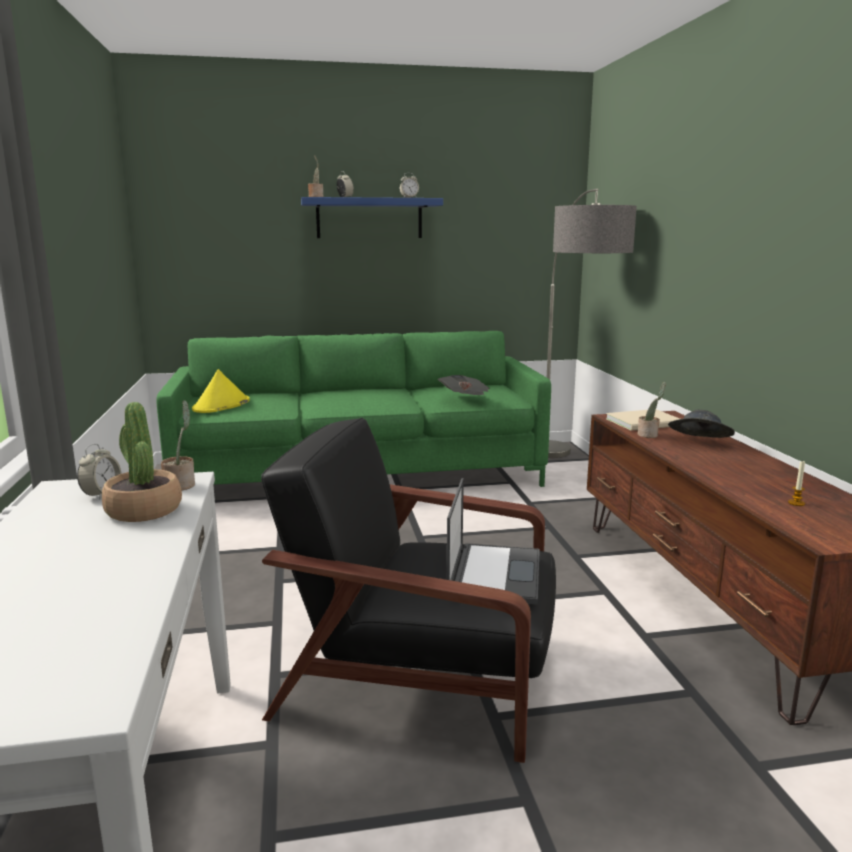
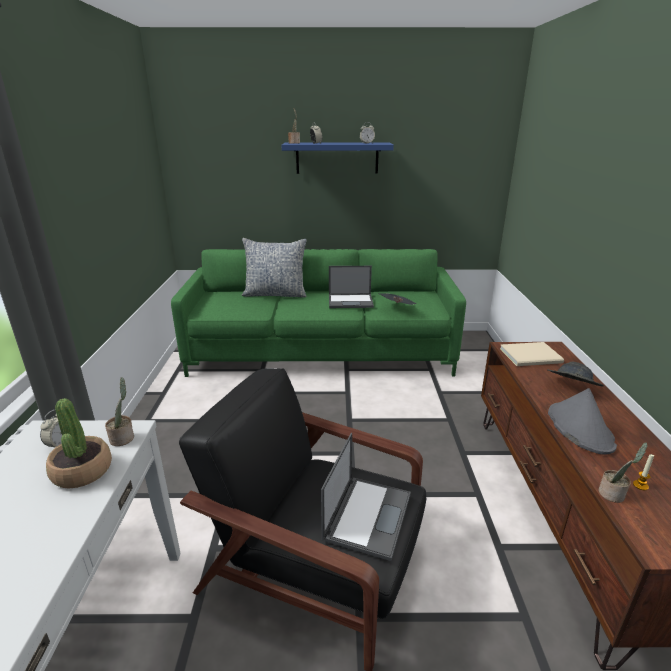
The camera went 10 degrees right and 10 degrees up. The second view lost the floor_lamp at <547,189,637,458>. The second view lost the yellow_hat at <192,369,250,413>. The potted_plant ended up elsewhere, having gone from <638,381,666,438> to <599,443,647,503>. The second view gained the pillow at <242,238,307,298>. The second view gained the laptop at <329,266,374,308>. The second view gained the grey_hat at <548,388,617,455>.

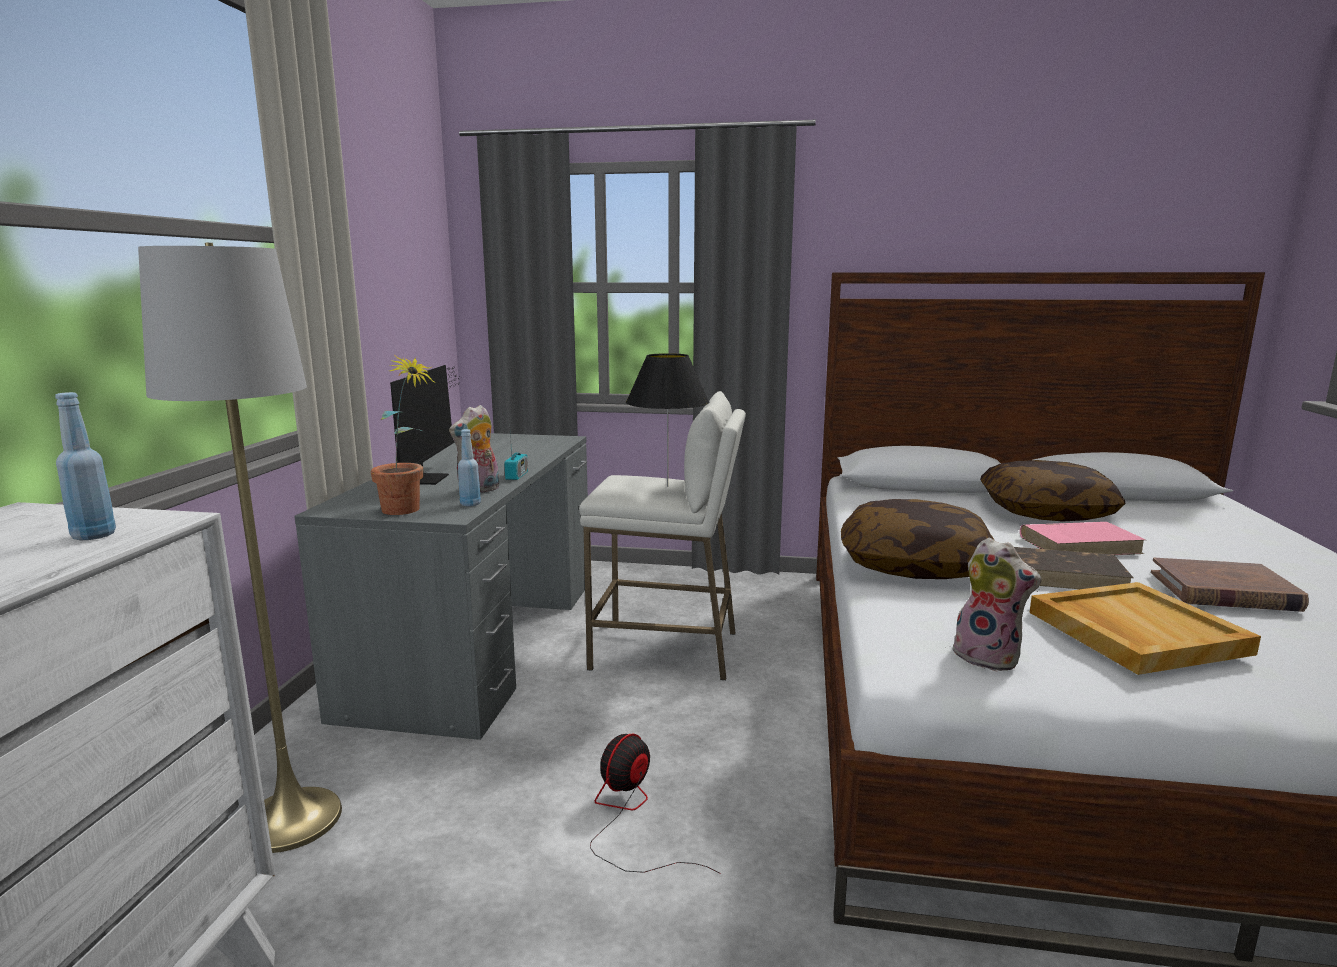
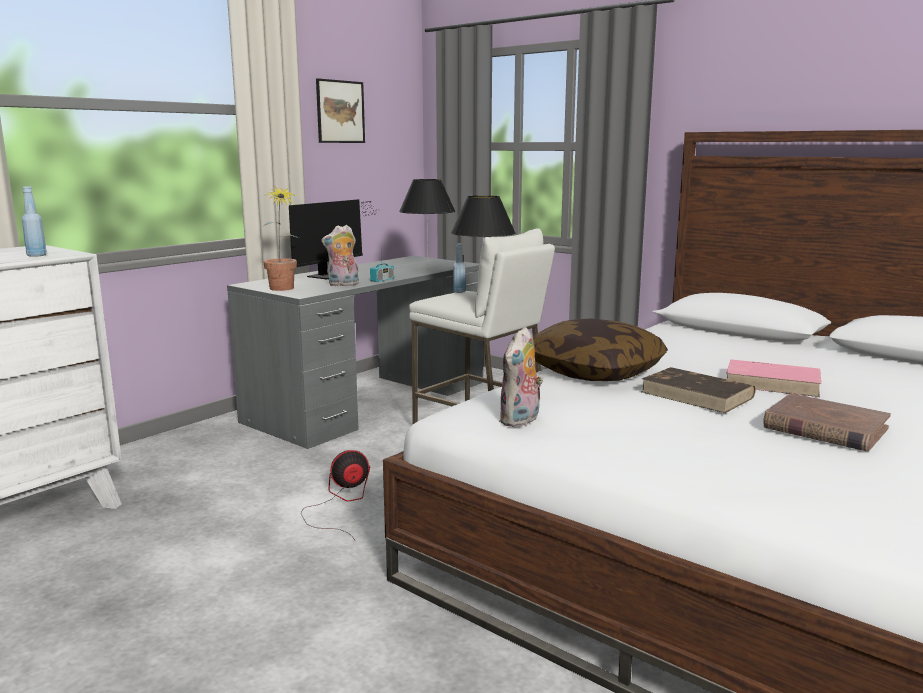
The camera went 30 degrees right and 0 degrees up. The second view lost the grey_floor_lamp at <138,243,342,853>. The blue_bottle ended up elsewhere, having gone from <458,429,481,506> to <453,244,466,293>. The second view lost the pillow at <980,460,1125,522>. The plush_toy at <948,538,1041,671> ended up facing another way, 45 degrees clockwise from before. The second view lost the beige_tray at <1029,582,1261,675>. The second view gained the picture at <316,78,365,143>. The second view gained the black_table_lamp at <399,179,456,256>.

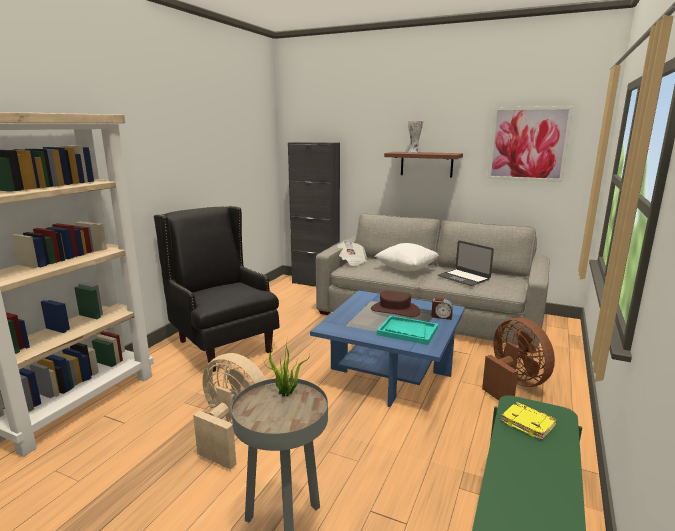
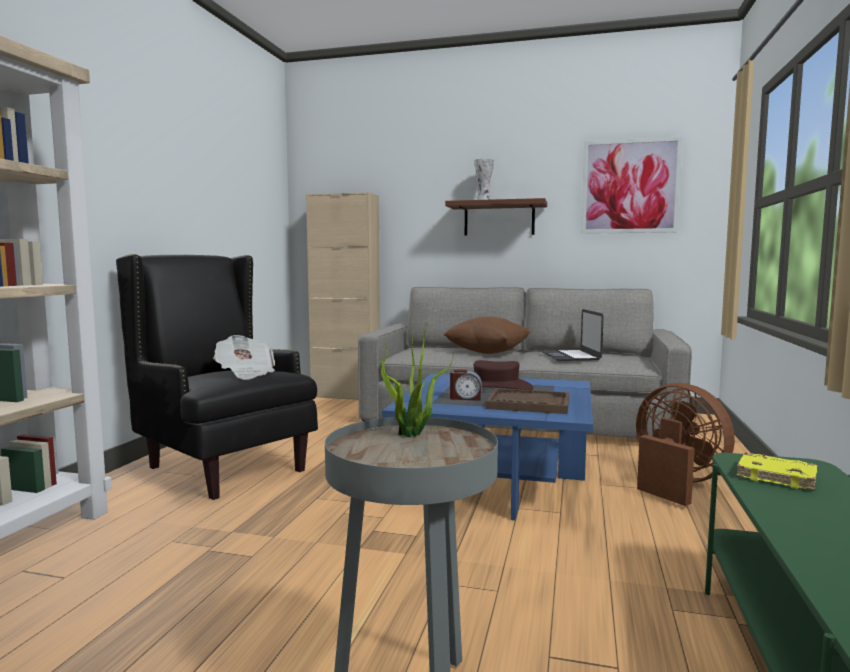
The camera went 10 degrees left and 10 degrees down. What was the black_cabinet at <288,142,340,287> turned into the beige_cabinet at <306,192,380,400>. The newspaper ended up elsewhere, having gone from <338,241,367,266> to <214,335,275,380>. The laptop at <438,241,494,286> ended up facing another way, 45 degrees clockwise from before. What was the white_pillow at <375,243,439,271> turned into the brown_pillow at <444,317,530,354>. The alarm_clock ended up elsewhere, having gone from <431,298,453,320> to <450,369,482,400>. What was the turquoise_tray at <377,315,438,345> turned into the brown_tray at <486,388,569,414>. The second view lost the beige_fan at <193,353,266,470>.

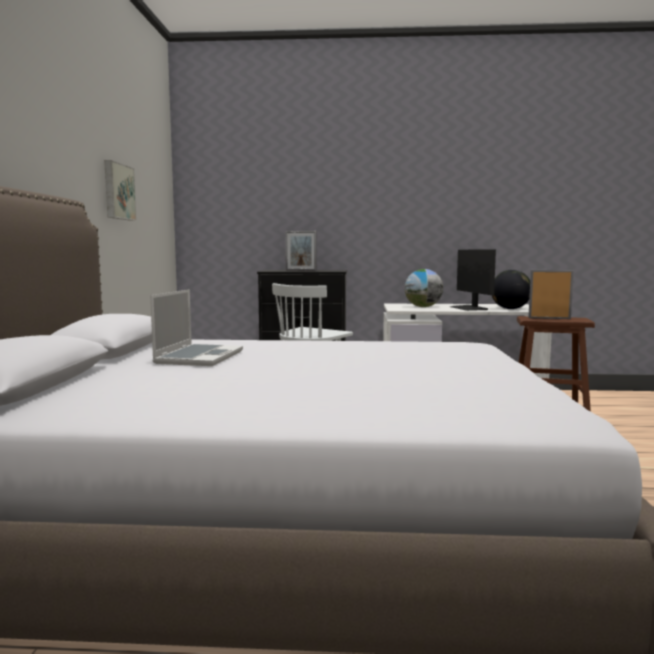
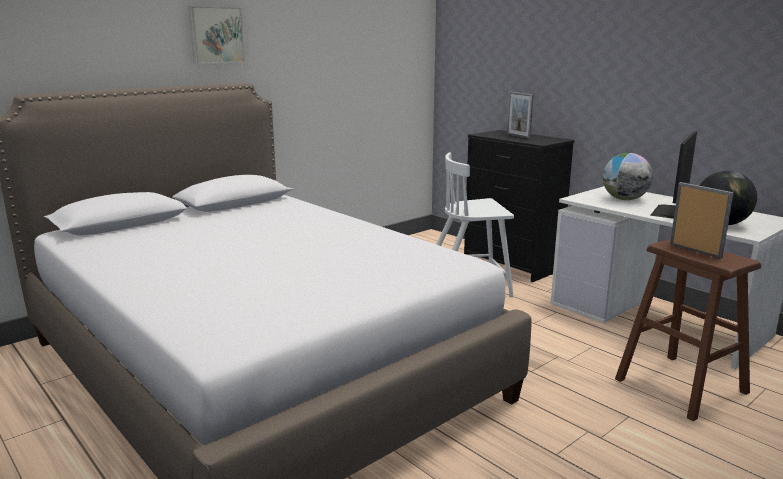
The camera went 45 degrees right and 10 degrees up. The picture ended up elsewhere, having gone from <104,160,137,221> to <188,6,245,64>. The second view lost the laptop at <150,289,243,366>.

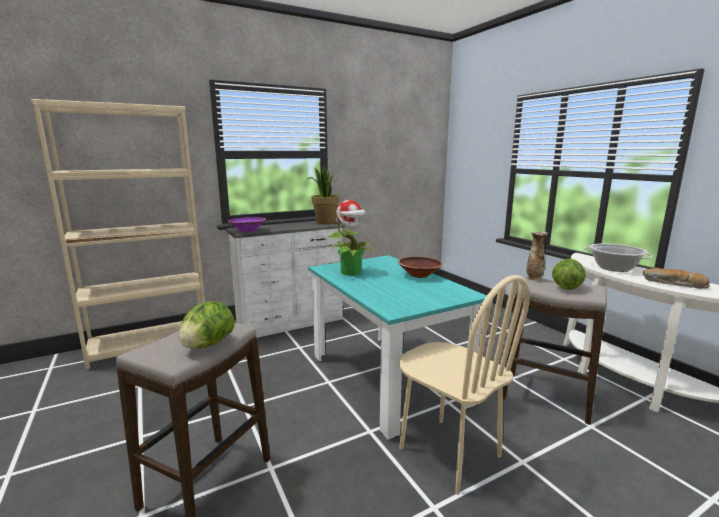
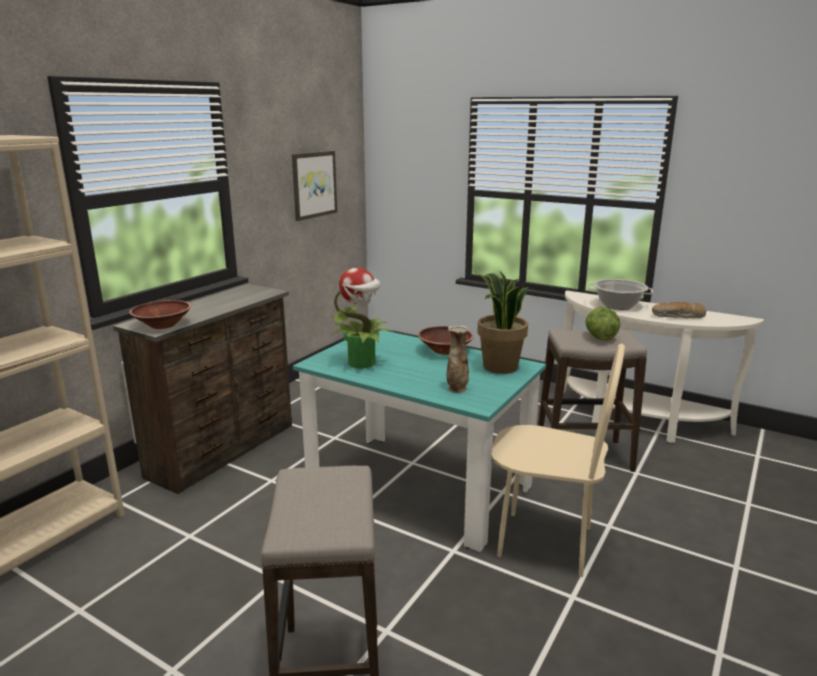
The camera went 30 degrees left and 5 degrees up. The potted_plant ended up elsewhere, having gone from <308,167,339,224> to <475,271,529,374>. What was the purple_bowl at <228,217,266,232> turned into the brown_bowl at <129,300,192,329>. What was the white_dresser at <226,221,345,338> turned into the brown_dresser at <113,284,292,494>. The vase ended up elsewhere, having gone from <527,231,548,281> to <447,325,469,393>. The second view lost the lettuce at <179,301,235,349>. The second view gained the picture at <292,151,337,221>.

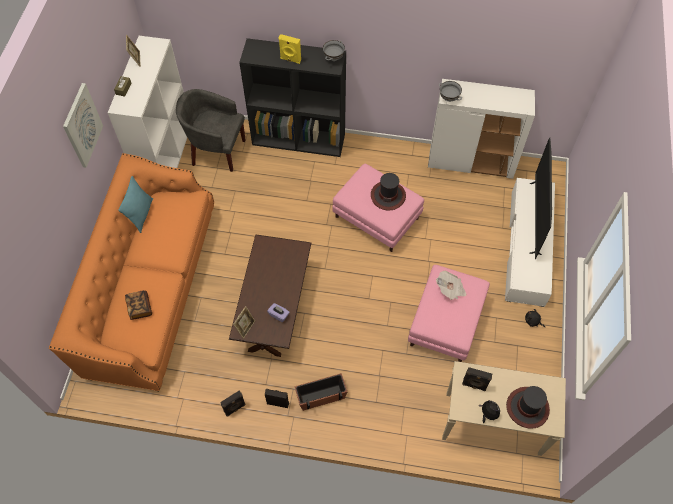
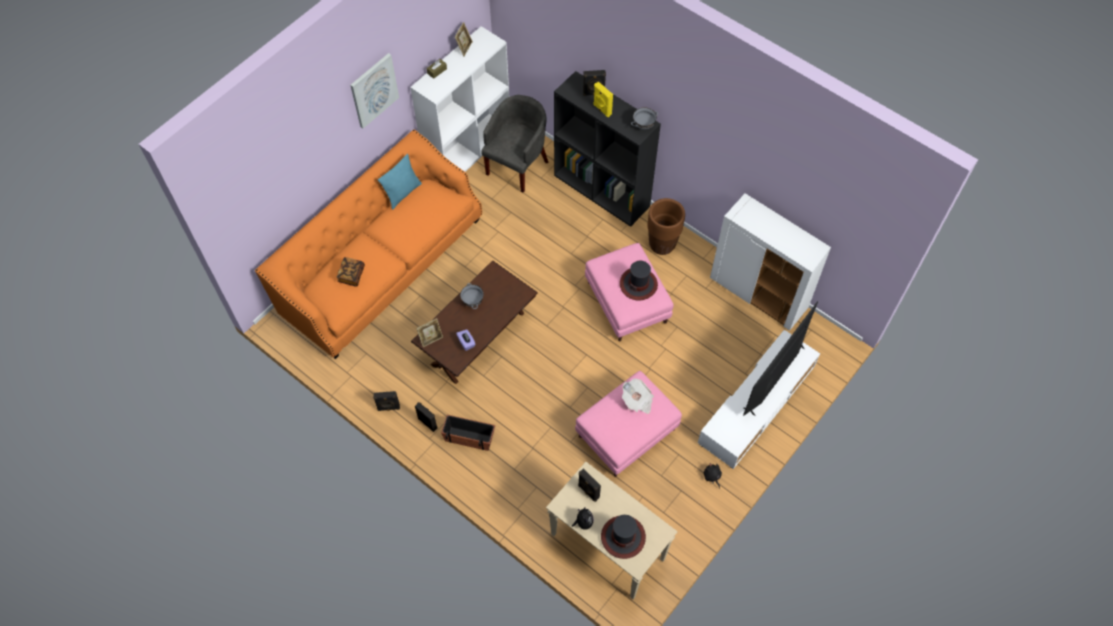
The camera went 30 degrees right and 0 degrees up. The grey_bowl ended up elsewhere, having gone from <439,81,462,102> to <460,283,484,309>. The grey_armchair at <176,89,246,172> ended up facing another way, 75 degrees clockwise from before. The second view gained the black_speaker at <583,70,606,96>. The second view gained the brown_planter at <648,198,685,255>.

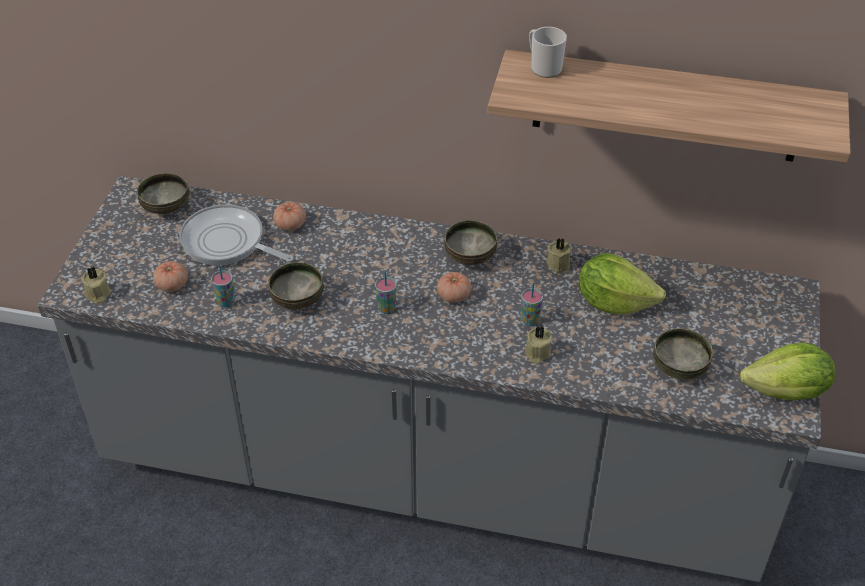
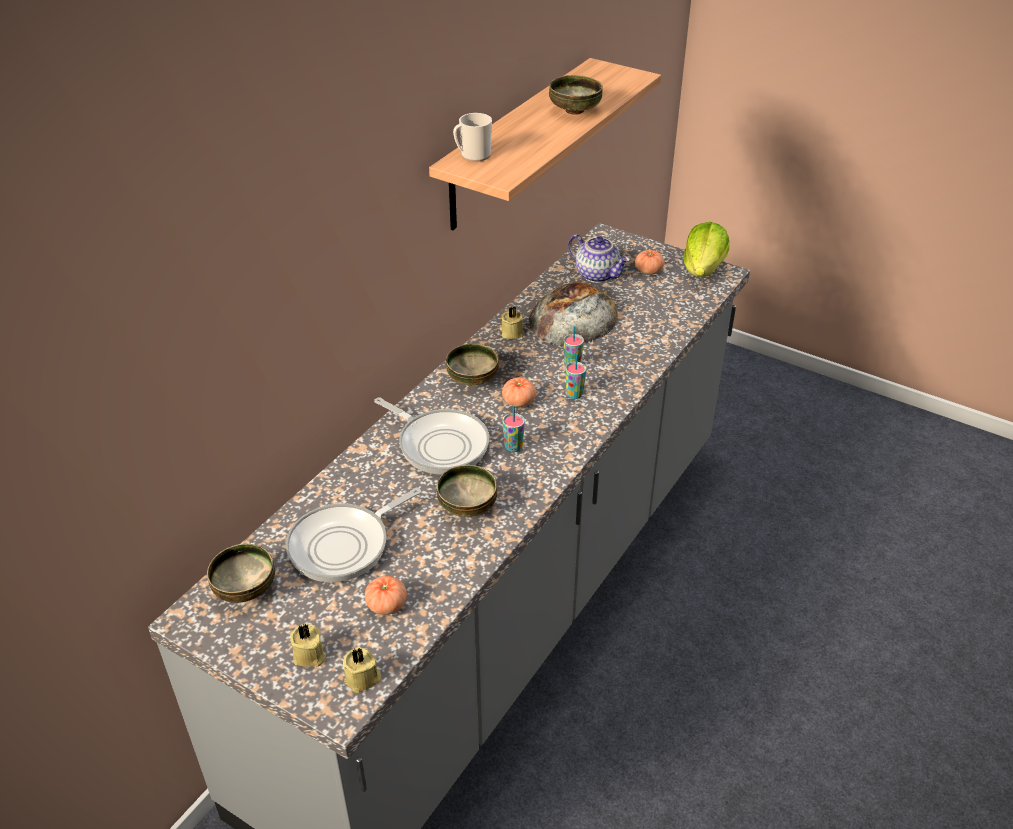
The camera went 70 degrees left and 5 degrees down. The tomato ended up elsewhere, having gone from <273,202,306,231> to <635,250,664,275>. Where the lettuce stood at <579,253,666,314>, the bread came to stand at <529,282,618,346>. The cup ended up elsewhere, having gone from <211,265,235,308> to <565,354,586,399>. The beige_candle ended up elsewhere, having gone from <524,326,553,364> to <290,624,326,667>. The bowl ended up elsewhere, having gone from <653,328,713,380> to <549,75,603,115>. The second view gained the teapot at <568,234,630,283>. The second view gained the frying_pan at <374,397,489,474>.

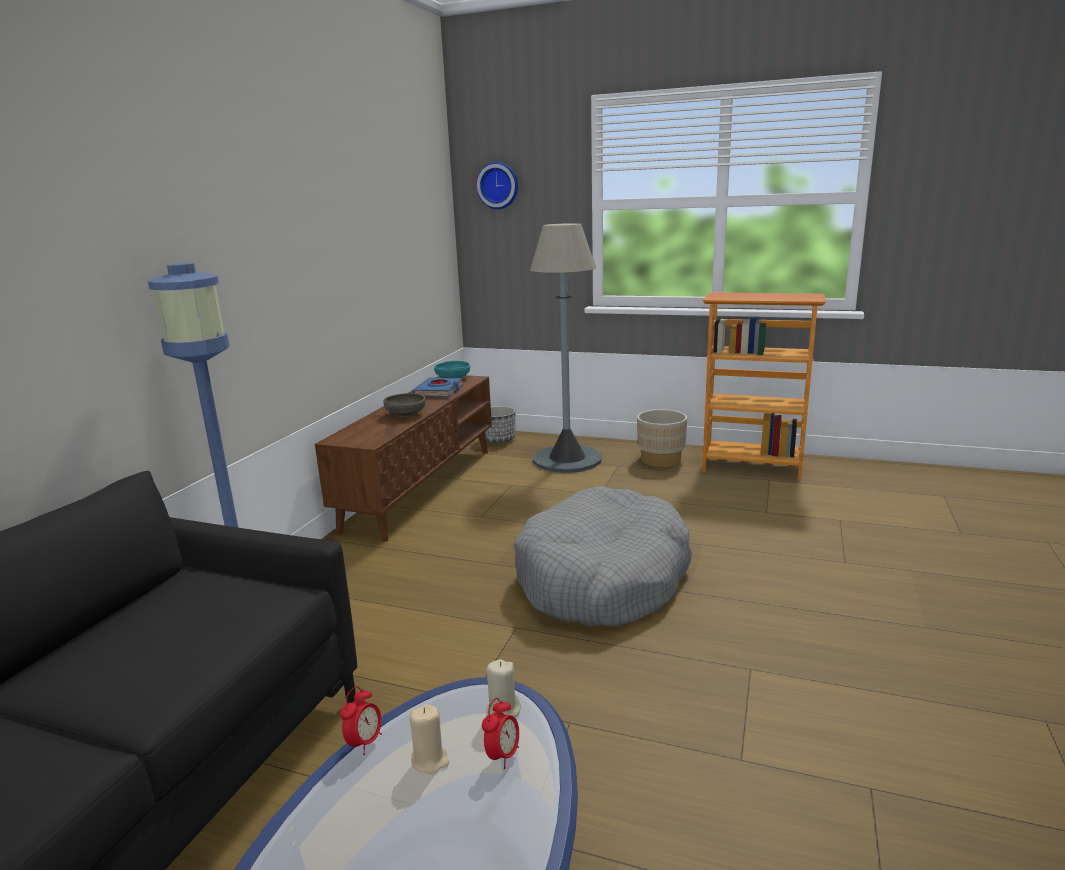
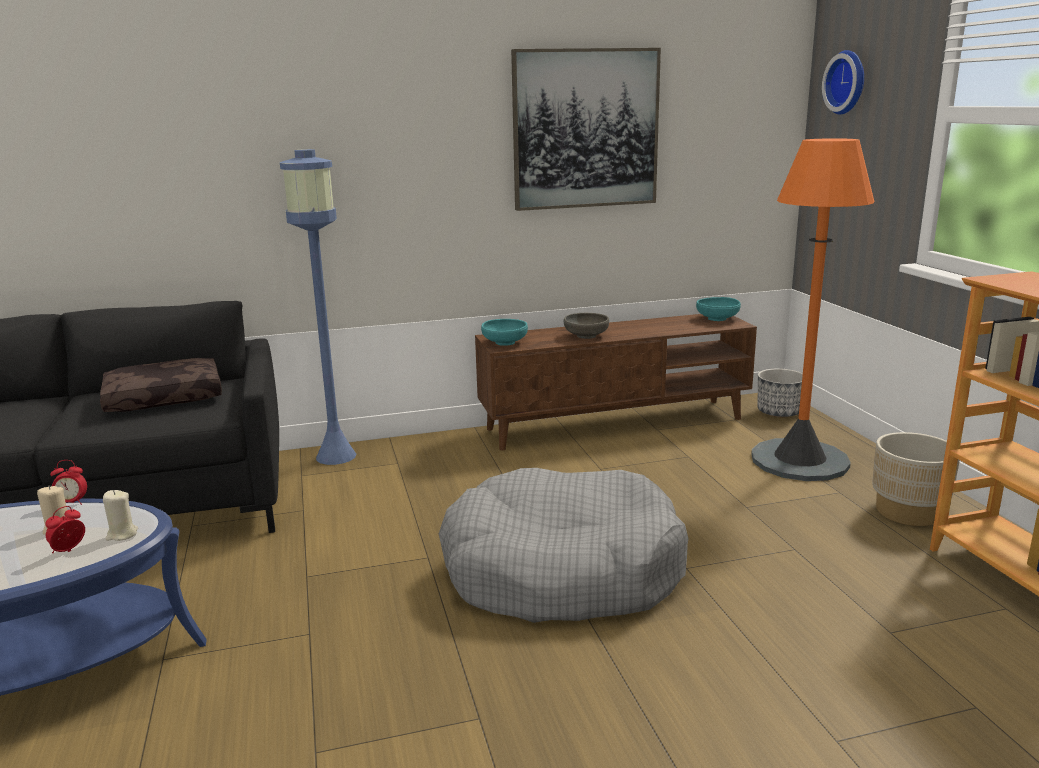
The camera went 55 degrees right and 0 degrees up. What was the grey_floor_lamp at <530,223,601,473> turned into the orange_floor_lamp at <751,138,874,481>. The second view lost the blue_book at <412,378,463,397>. The alarm_clock at <482,698,519,769> ended up facing another way, 135 degrees clockwise from before. The second view gained the picture at <511,48,661,211>. The second view gained the turquoise_bowl at <481,319,528,346>. The second view gained the brown_pillow at <100,358,222,412>.

